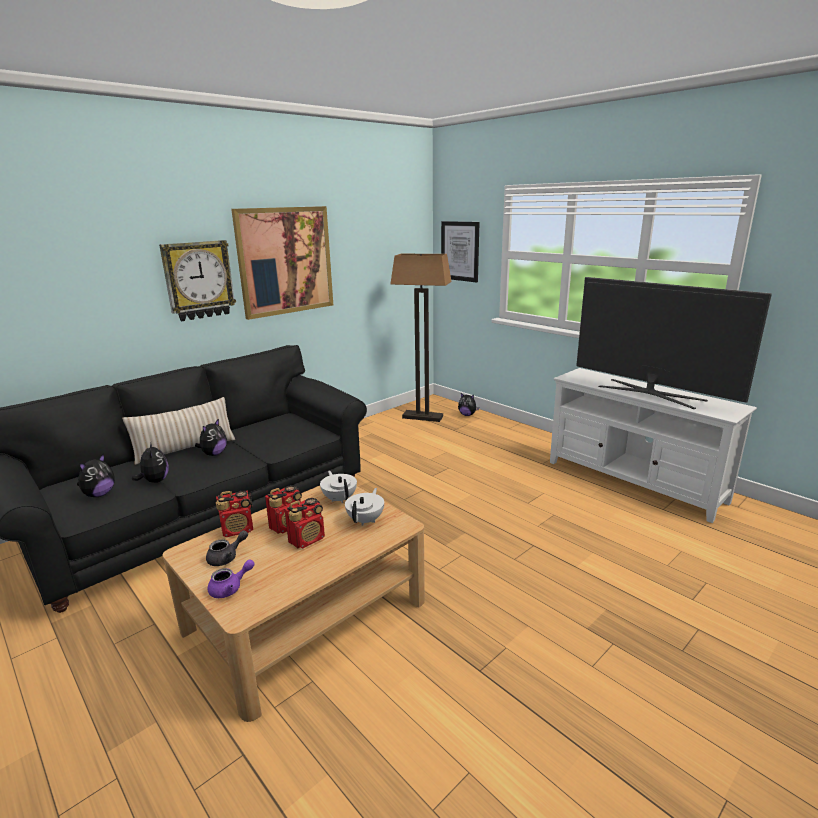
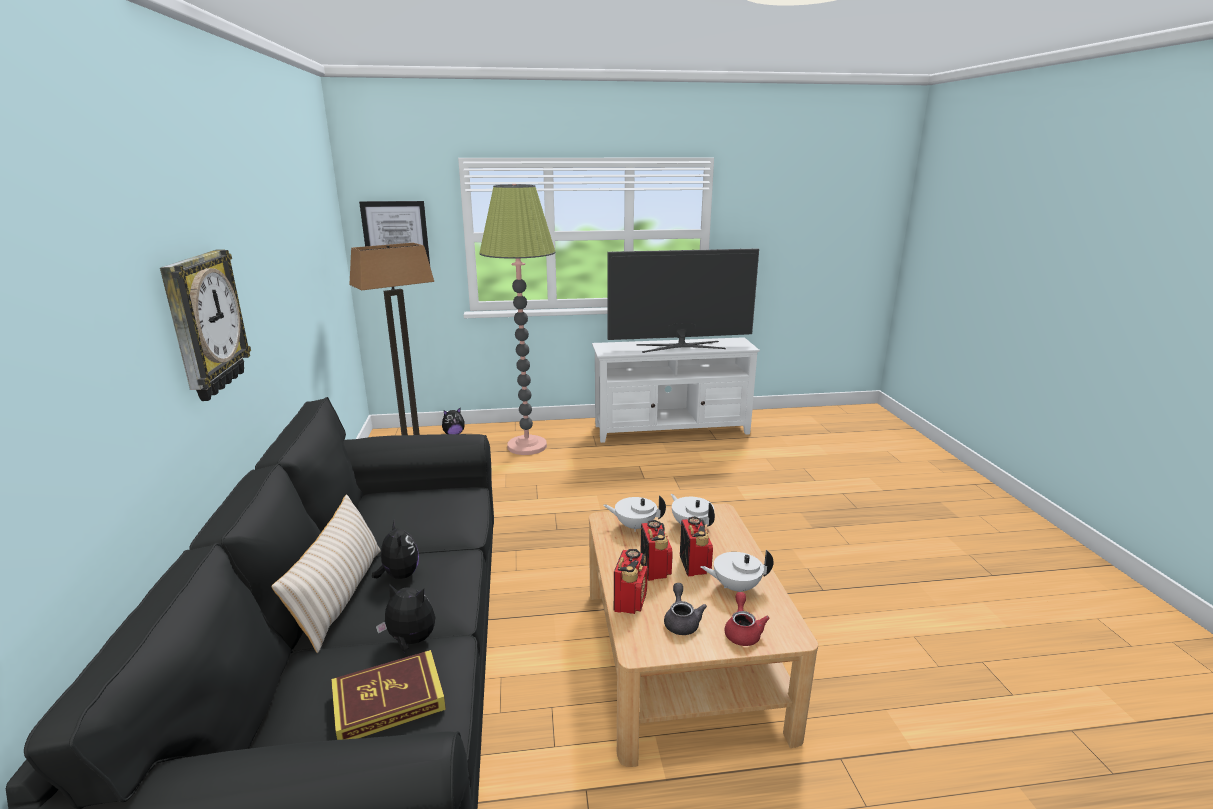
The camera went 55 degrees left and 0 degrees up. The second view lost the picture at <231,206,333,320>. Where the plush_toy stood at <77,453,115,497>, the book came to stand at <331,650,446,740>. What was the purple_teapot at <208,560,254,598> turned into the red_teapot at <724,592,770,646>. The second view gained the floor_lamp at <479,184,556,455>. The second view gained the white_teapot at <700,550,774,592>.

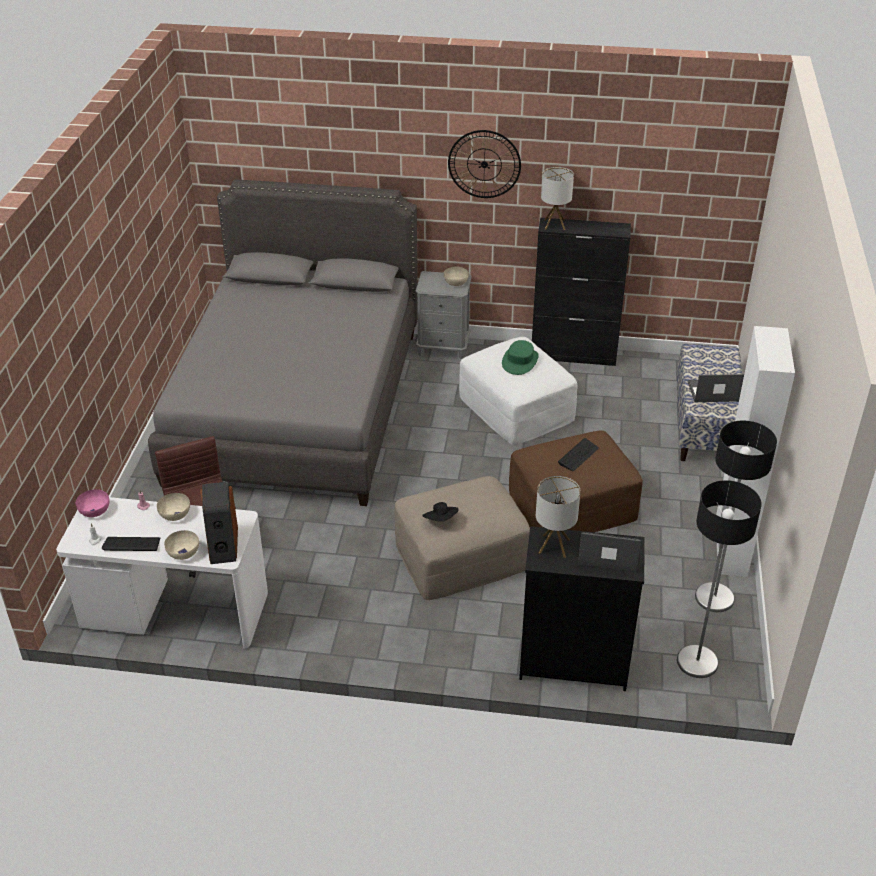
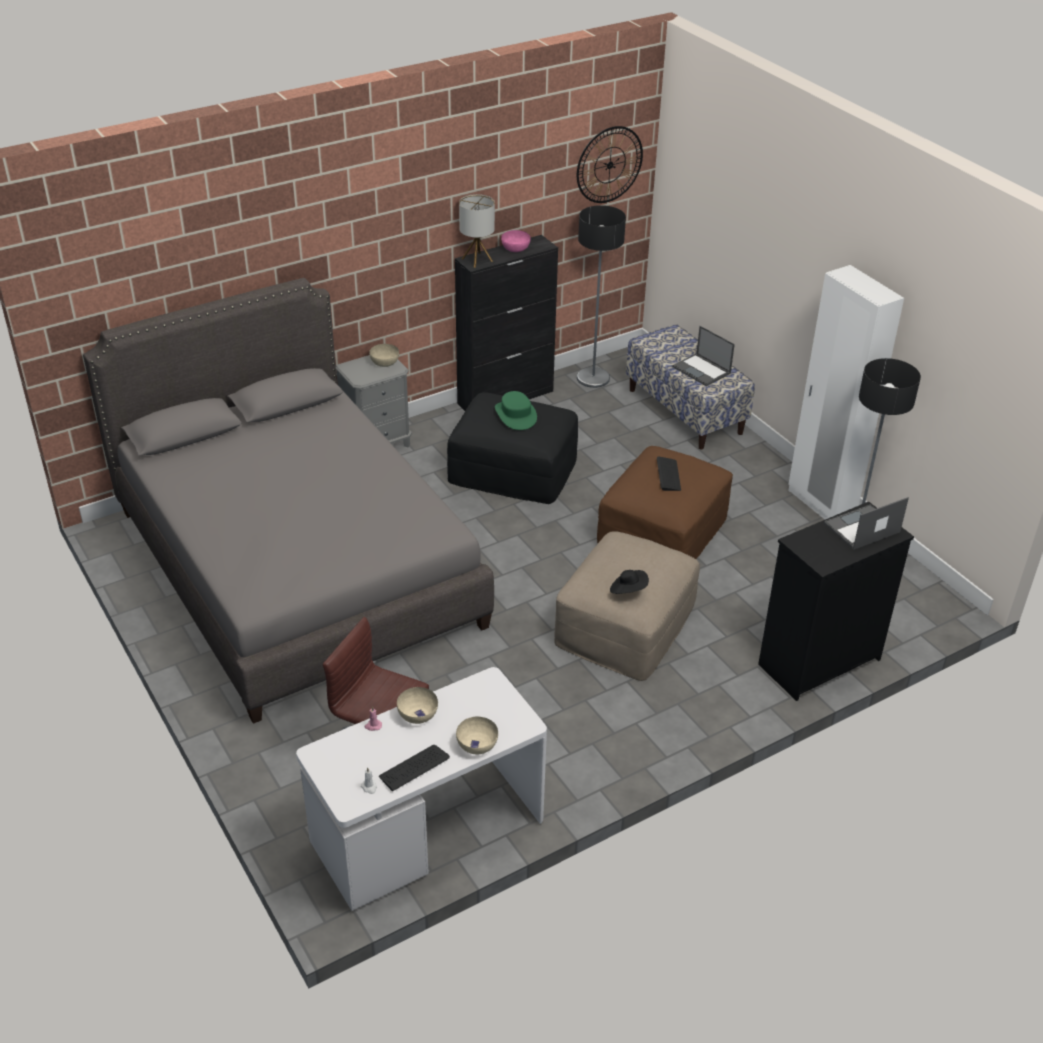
The camera went 40 degrees left and 0 degrees up. The wall_clock ended up elsewhere, having gone from <448,130,521,198> to <577,126,643,203>. What was the white_ottoman at <459,337,577,445> turned into the black_ottoman at <447,392,578,504>. The laptop at <688,374,744,402> ended up facing another way, 90 degrees counterclockwise from before. The second view lost the table_lamp at <536,476,581,558>. The floor_lamp ended up elsewhere, having gone from <677,480,762,678> to <577,205,626,388>. The second view lost the speaker at <200,482,238,564>. The pink_bowl ended up elsewhere, having gone from <76,489,109,517> to <501,230,530,252>.

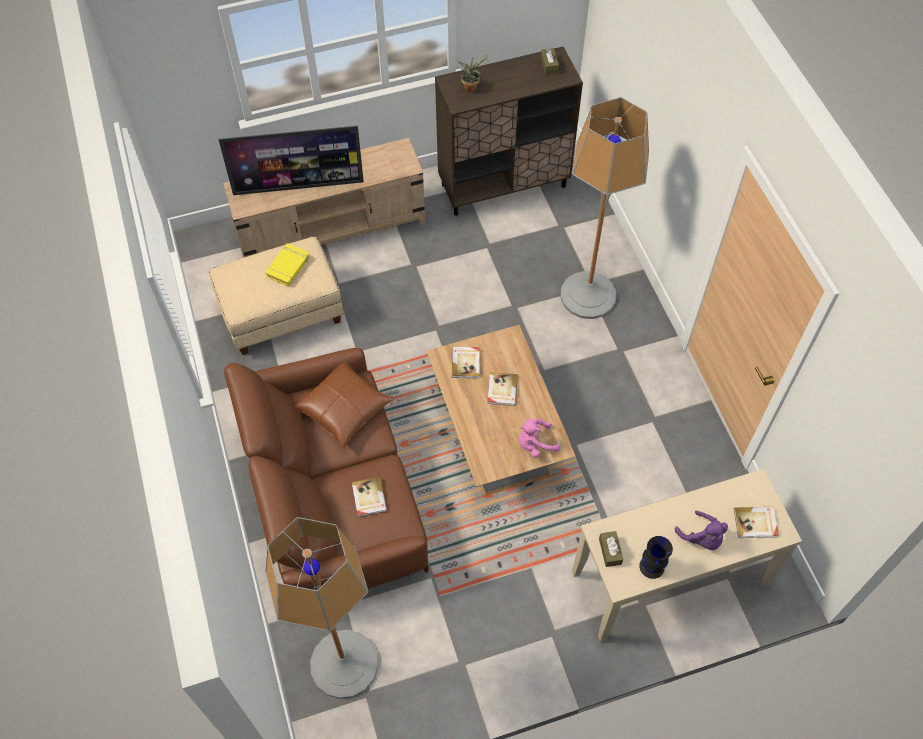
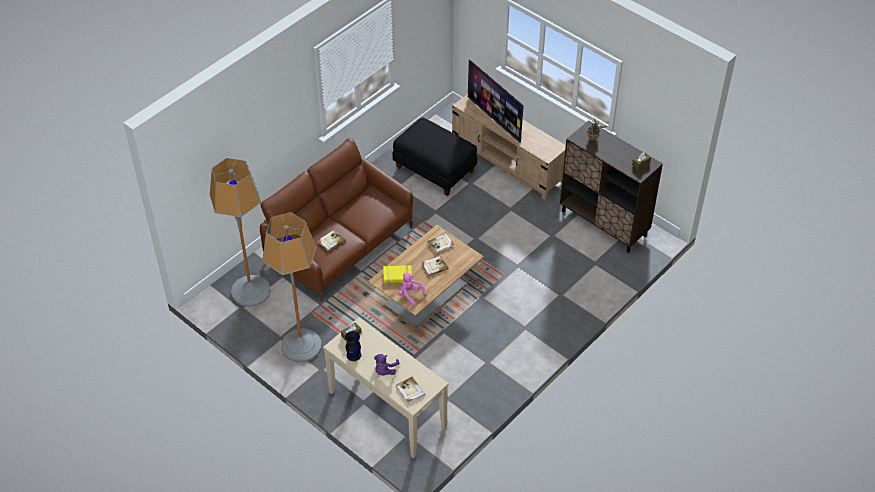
The camera went 60 degrees right and 10 degrees down. The floor_lamp ended up elsewhere, having gone from <560,97,649,319> to <262,212,322,362>. What was the beige_ottoman at <209,237,344,355> turned into the black_ottoman at <393,117,477,196>. The yellow_book ended up elsewhere, having gone from <265,243,310,286> to <383,265,412,284>. The second view lost the brown_pillow at <294,363,395,448>.

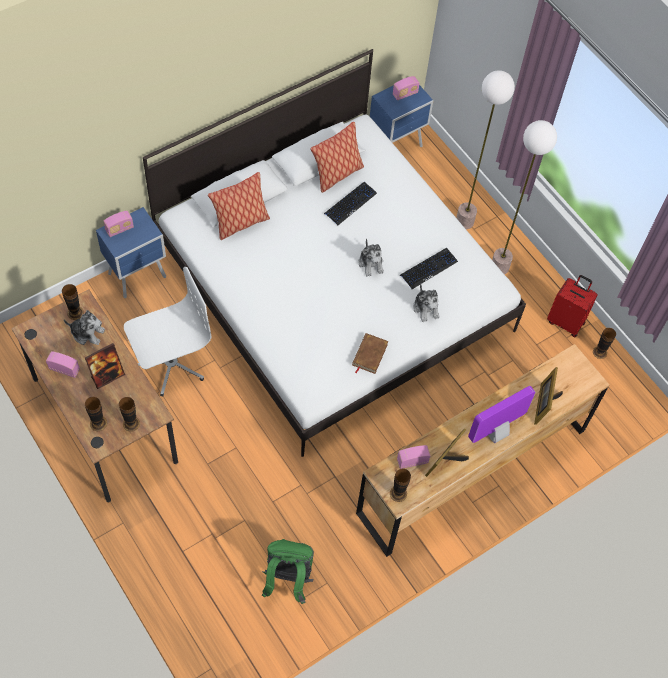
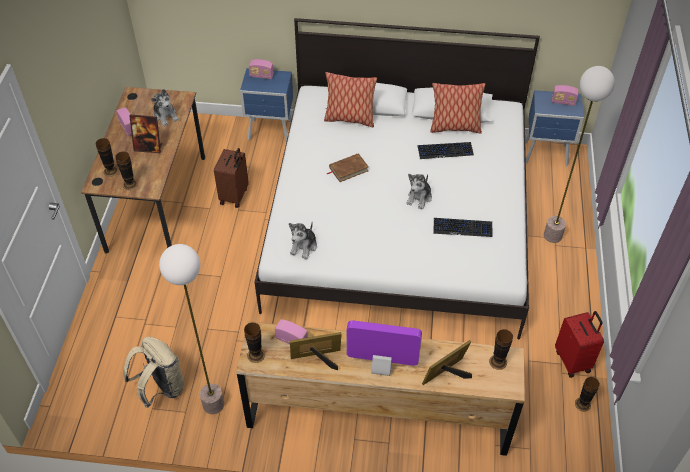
The camera went 45 degrees right and 10 degrees down. The floor_lamp ended up elsewhere, having gone from <492,120,557,274> to <159,244,224,414>. Where the white_office_chair stood at <124,267,211,397>, the brown_suitcase came to stand at <214,148,249,208>. The plush_toy ended up elsewhere, having gone from <413,283,440,322> to <289,223,317,259>. The vase ended up elsewhere, having gone from <62,284,84,320> to <489,329,513,370>. The brown_book ended up elsewhere, having gone from <352,333,388,374> to <327,153,369,182>. What was the green_backpack at <262,539,314,604> turned into the beige_backpack at <123,337,184,408>.

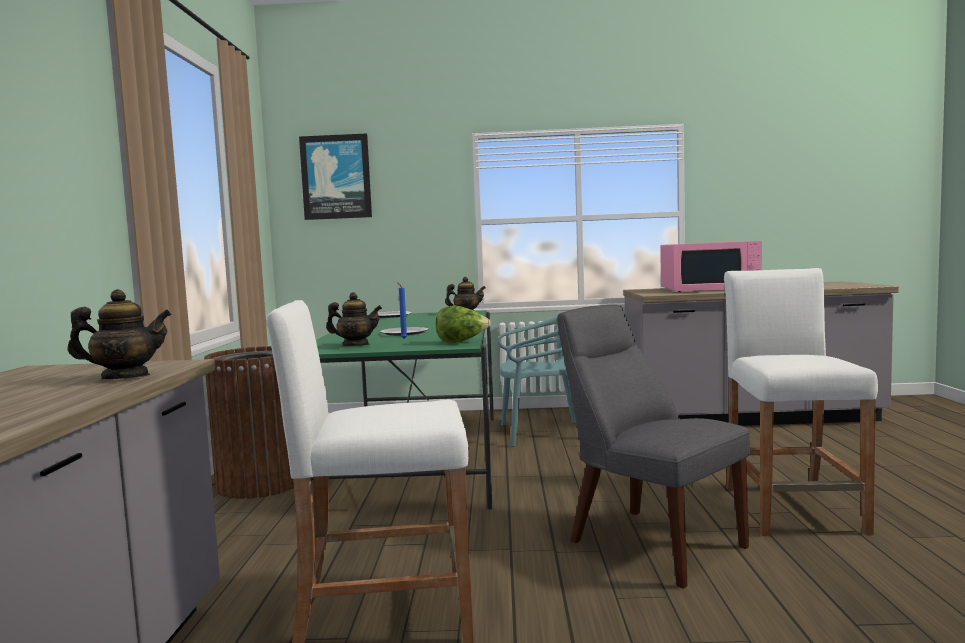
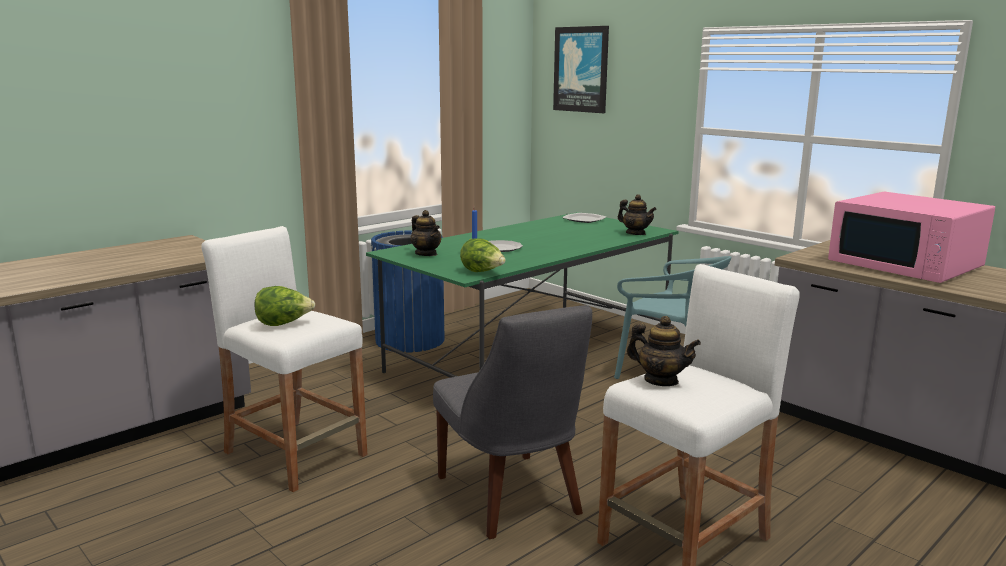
The camera went 45 degrees right and 10 degrees up. The teapot ended up elsewhere, having gone from <68,289,172,379> to <627,316,701,386>. The grey_chair at <557,305,750,589> ended up facing another way, 150 degrees clockwise from before. What was the brown_trash_can at <204,346,294,499> turned into the blue_trash_can at <371,230,445,353>. The second view gained the lettuce at <255,286,316,326>.

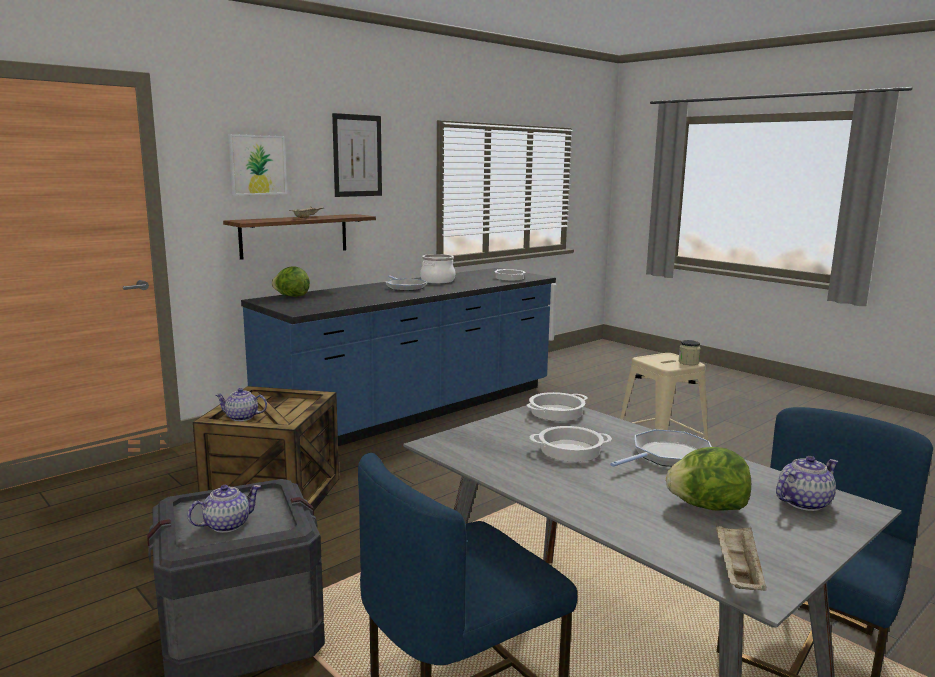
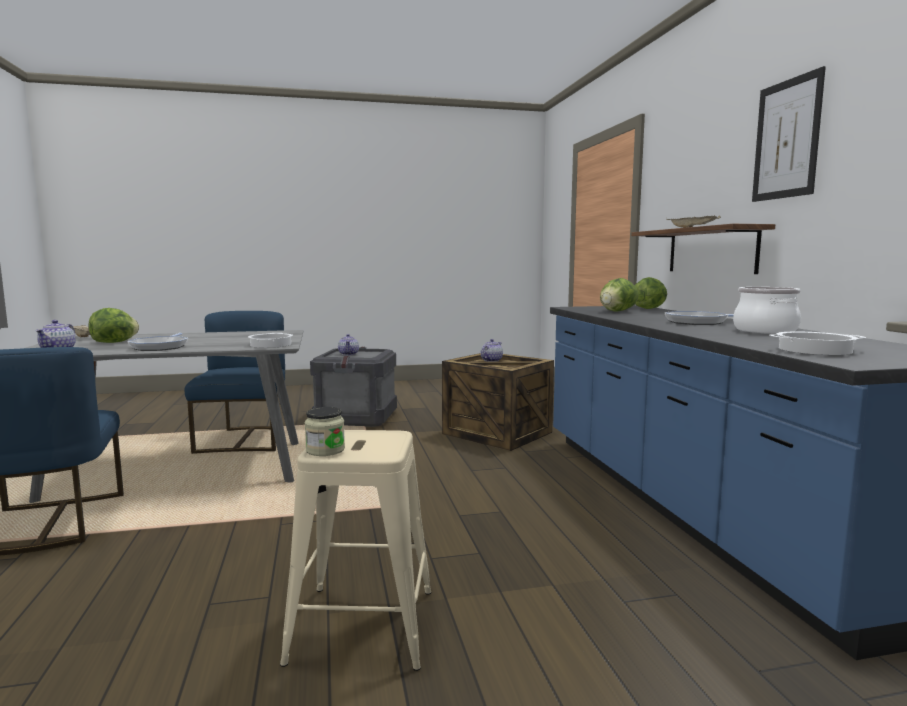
The camera went 120 degrees right and 5 degrees down. The second view lost the picture at <228,134,287,195>. The second view lost the cooking_pot at <530,426,612,462>. The second view gained the lettuce at <600,278,639,311>.

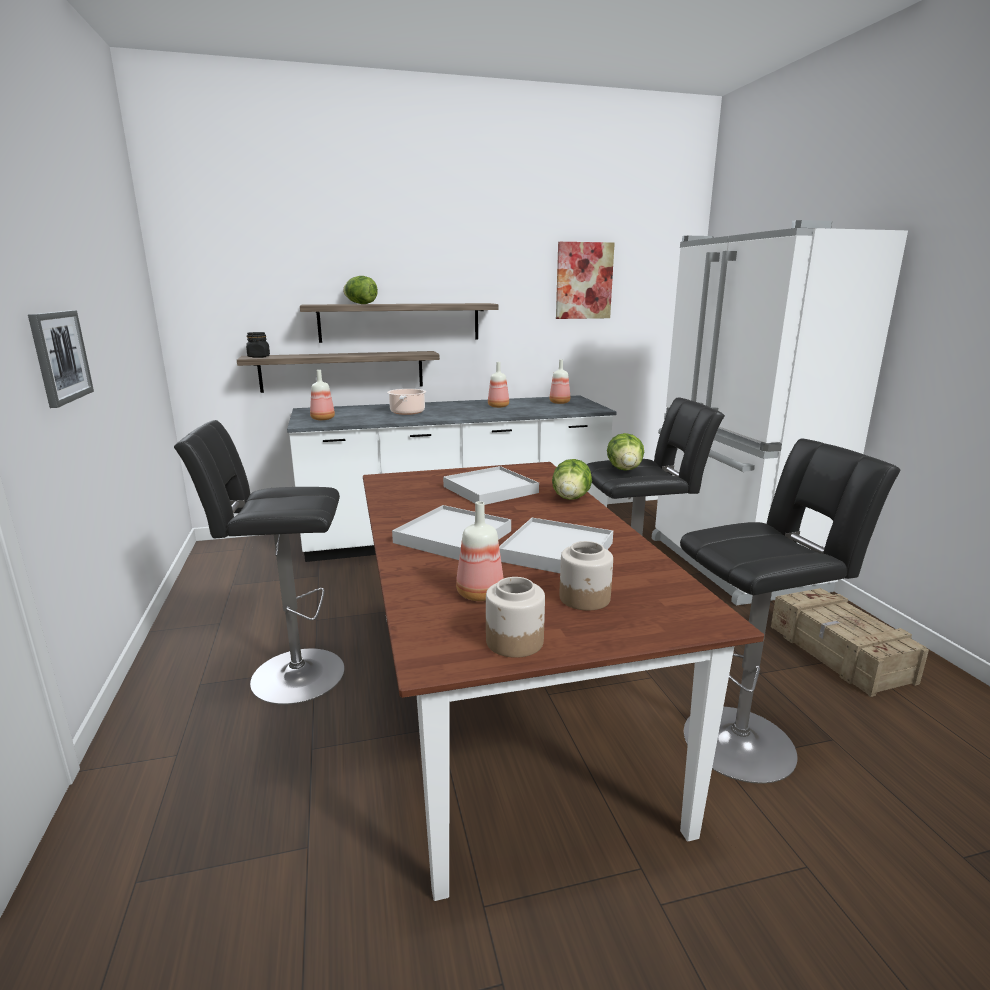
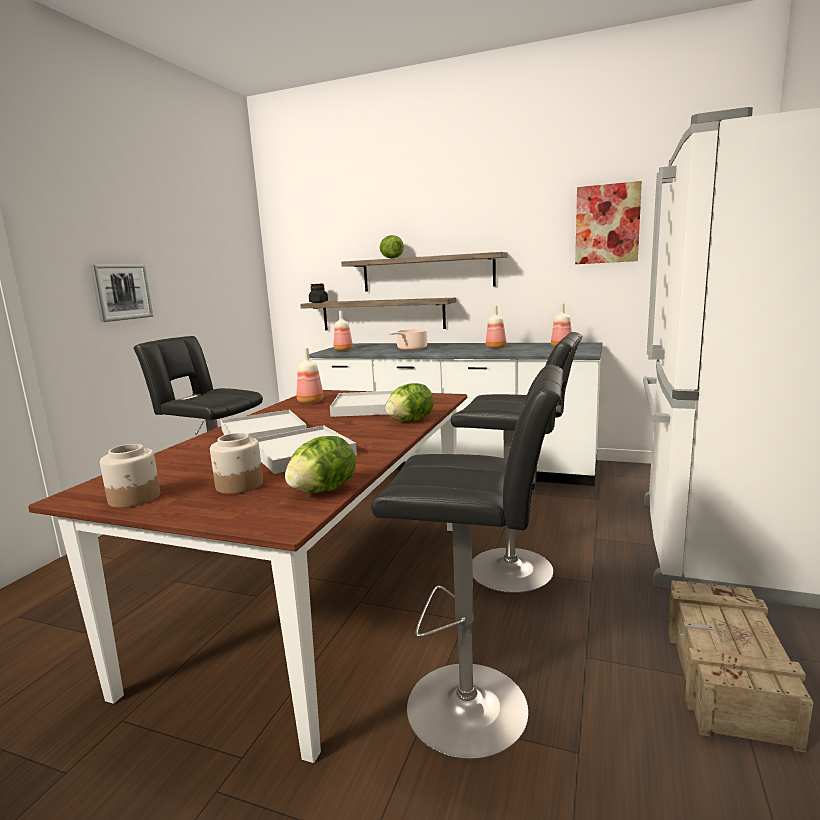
The camera went 35 degrees right and 5 degrees down. The lettuce ended up elsewhere, having gone from <607,433,644,471> to <285,436,356,493>. The bottle ended up elsewhere, having gone from <456,501,504,601> to <297,348,324,404>.

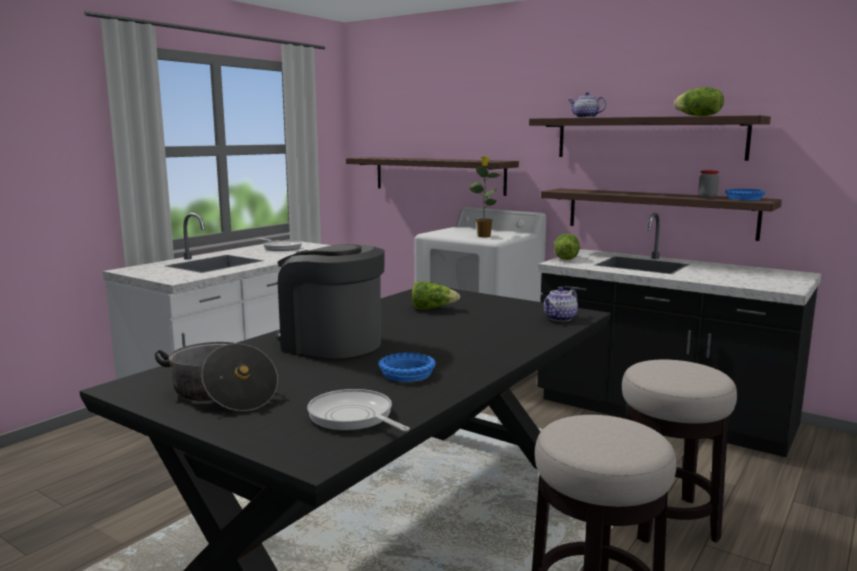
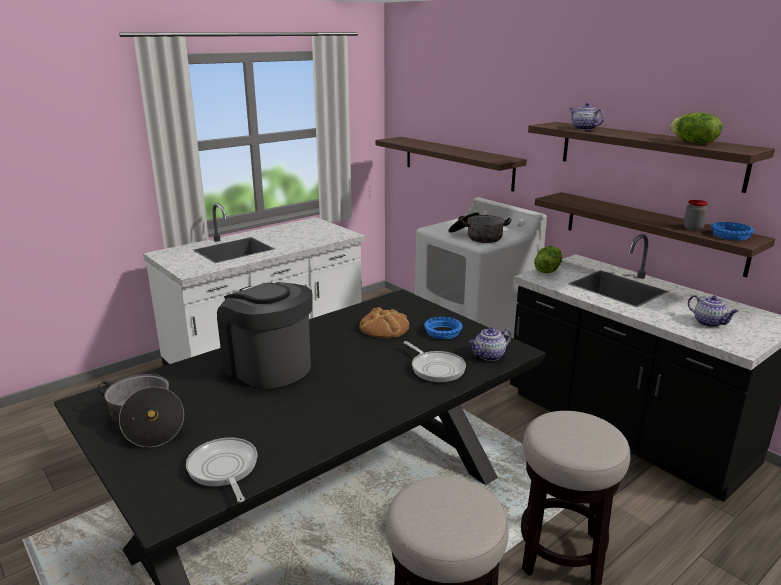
The camera went 15 degrees right and 10 degrees up. Where the potted_plant stood at <469,156,502,237>, the cooking_pot came to stand at <448,212,511,243>. The frying_pan ended up elsewhere, having gone from <257,238,302,251> to <403,341,466,382>. Where the lettuce stood at <411,281,460,310>, the bread came to stand at <359,307,409,338>. The blue_bowl ended up elsewhere, having gone from <378,353,436,382> to <424,317,463,339>. The second view gained the teapot at <688,295,738,327>.

